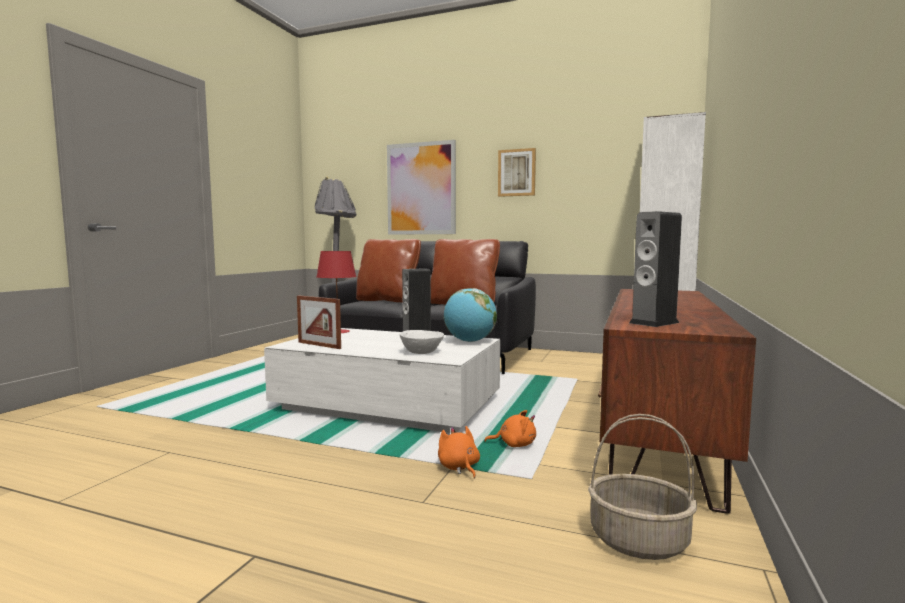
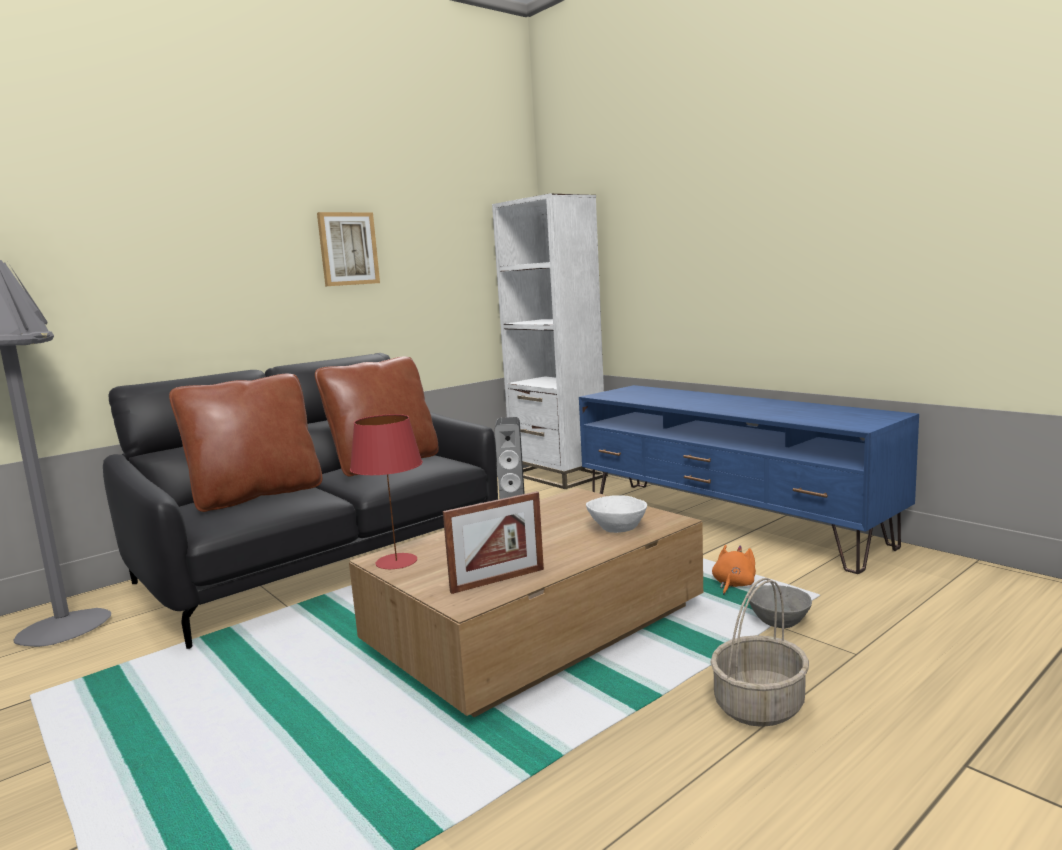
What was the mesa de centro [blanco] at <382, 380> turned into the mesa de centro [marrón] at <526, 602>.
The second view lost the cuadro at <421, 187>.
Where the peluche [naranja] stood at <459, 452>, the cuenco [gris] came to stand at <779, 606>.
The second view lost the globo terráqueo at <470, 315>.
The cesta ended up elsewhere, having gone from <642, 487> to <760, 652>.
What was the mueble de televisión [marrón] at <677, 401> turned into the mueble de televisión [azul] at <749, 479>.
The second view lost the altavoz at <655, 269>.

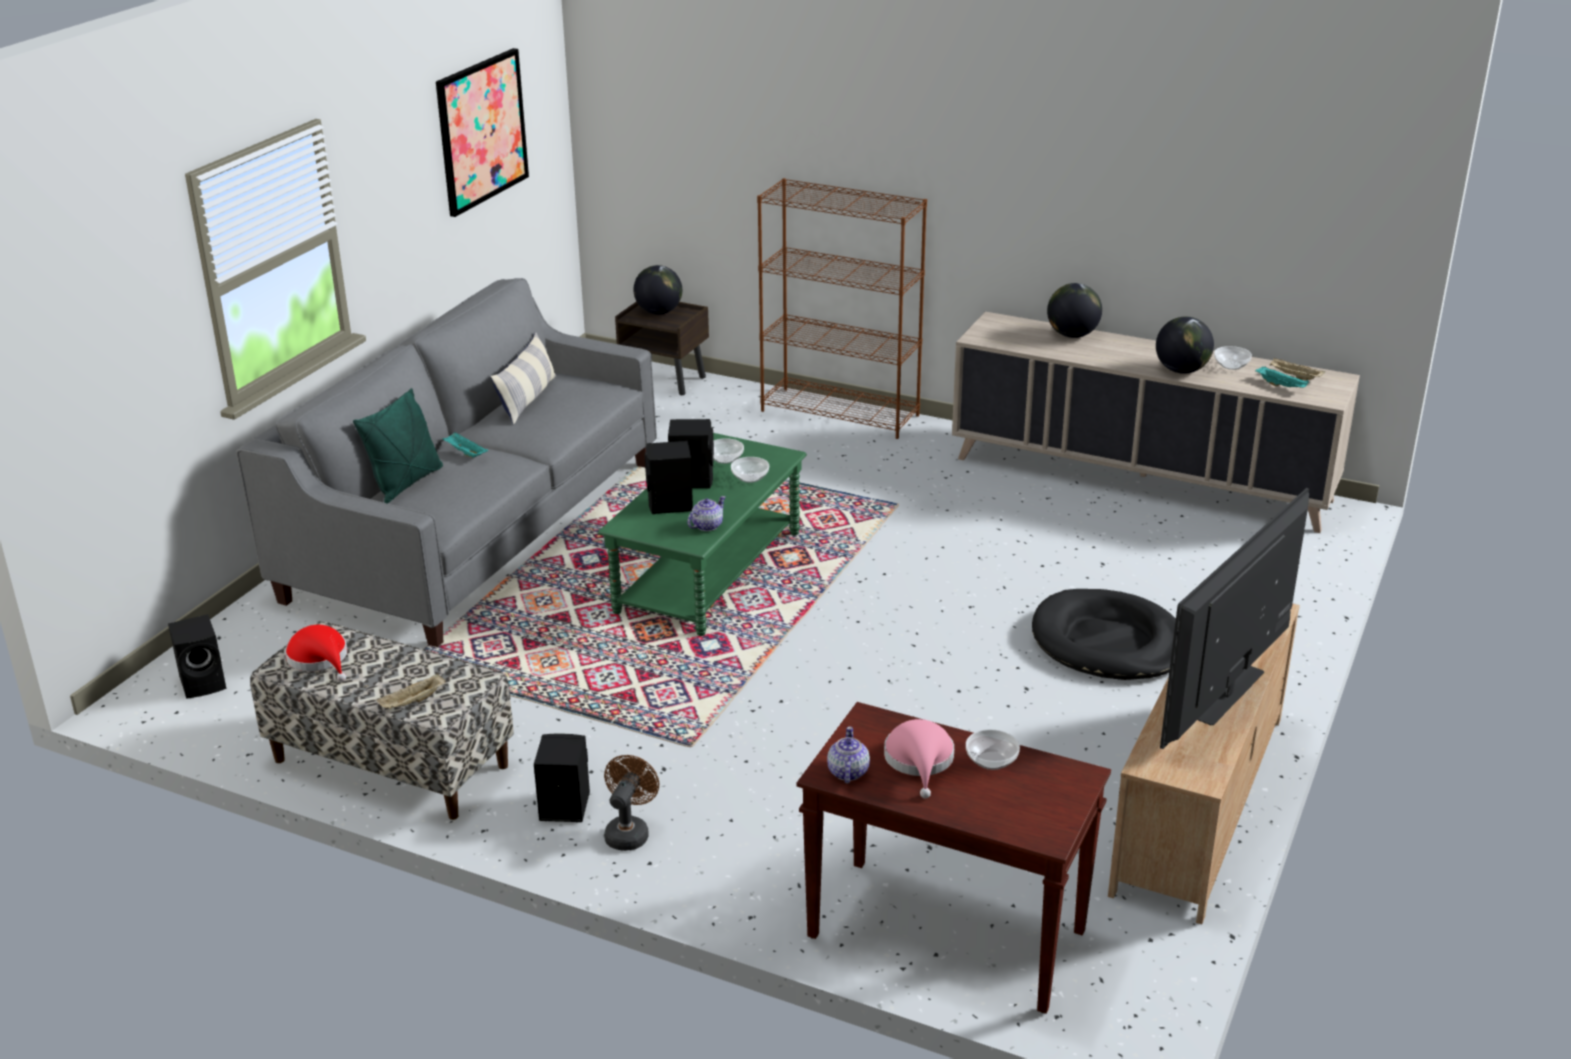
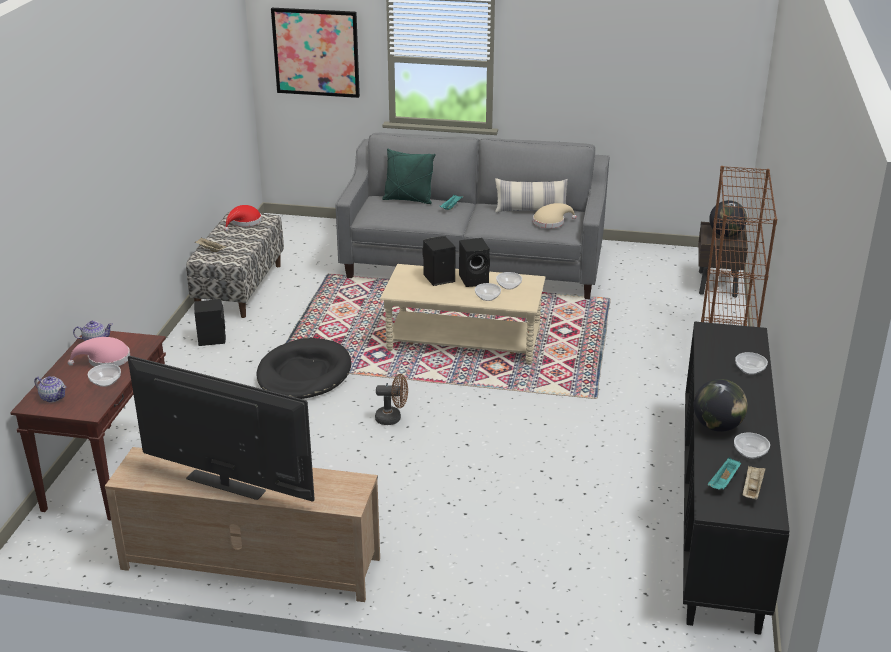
The second view lost the altavoz [negro] at <197, 656>.
The cuadro ended up elsewhere, having gone from <482, 132> to <315, 53>.
What was the mesa de centro [verde] at <702, 534> turned into the mesa de centro [beis] at <462, 314>.
The ventilador [marrón] ended up elsewhere, having gone from <631, 803> to <391, 399>.
The tetera ended up elsewhere, having gone from <706, 513> to <50, 389>.
What was the armario [beis] at <1156, 422> turned into the armario [negro] at <736, 478>.
The cama para perro [negro] ended up elsewhere, having gone from <1104, 634> to <304, 368>.
Where the globo terráqueo stood at <1074, 310>, the cuenco came to stand at <751, 363>.
The second view gained the sombrero [beis] at <555, 215>.

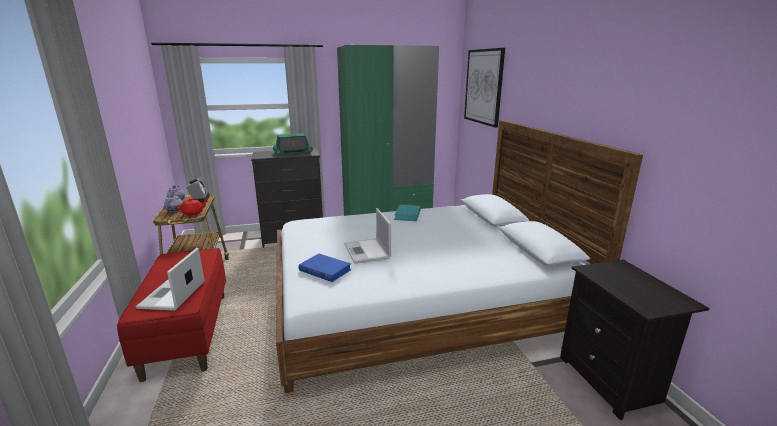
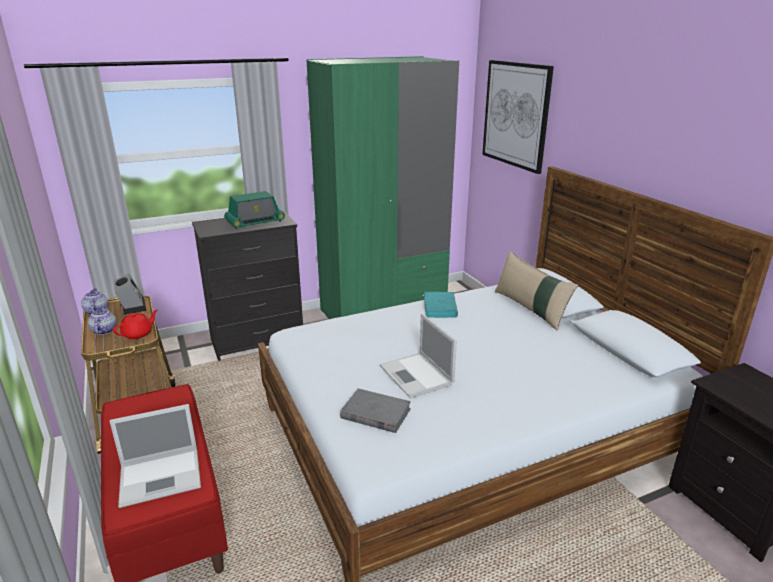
The portátil at <170, 279> ended up facing another way, 105 degrees counterclockwise from before.
What was the libro [azul] at <325, 268> turned into the libro [gris] at <375, 410>.
The second view gained the cojín [beis] at <536, 291>.

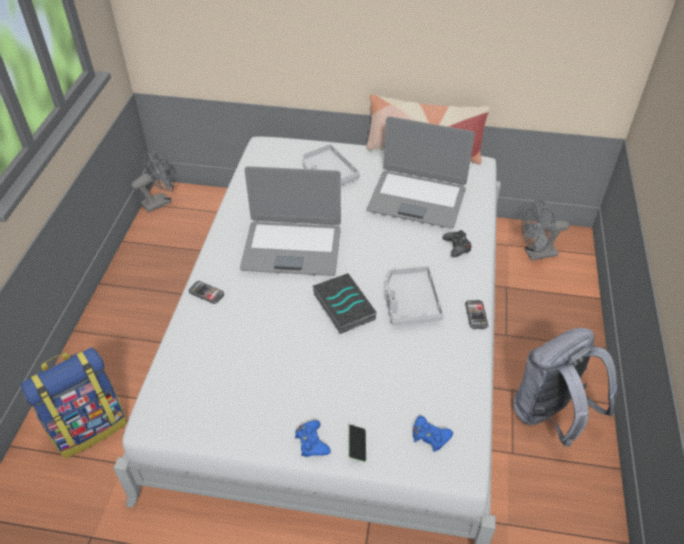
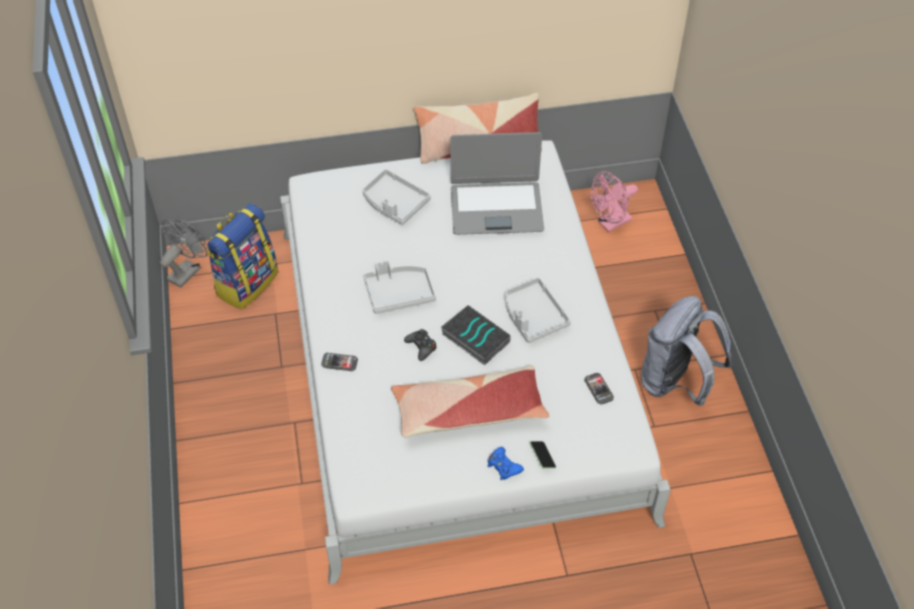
The mochila ended up elsewhere, having gone from <74, 403> to <242, 256>.
Where the portátil stood at <290, 221>, the bandeja [gris] came to stand at <399, 287>.
The second view lost the mando de consola [azul] at <433, 434>.
The mando de consola [negro] ended up elsewhere, having gone from <457, 243> to <420, 345>.
The móvil ended up elsewhere, having gone from <477, 314> to <599, 389>.
What was the ventilador [gris] at <545, 230> turned into the ventilador [rosa] at <614, 201>.
The second view gained the cojín at <470, 401>.

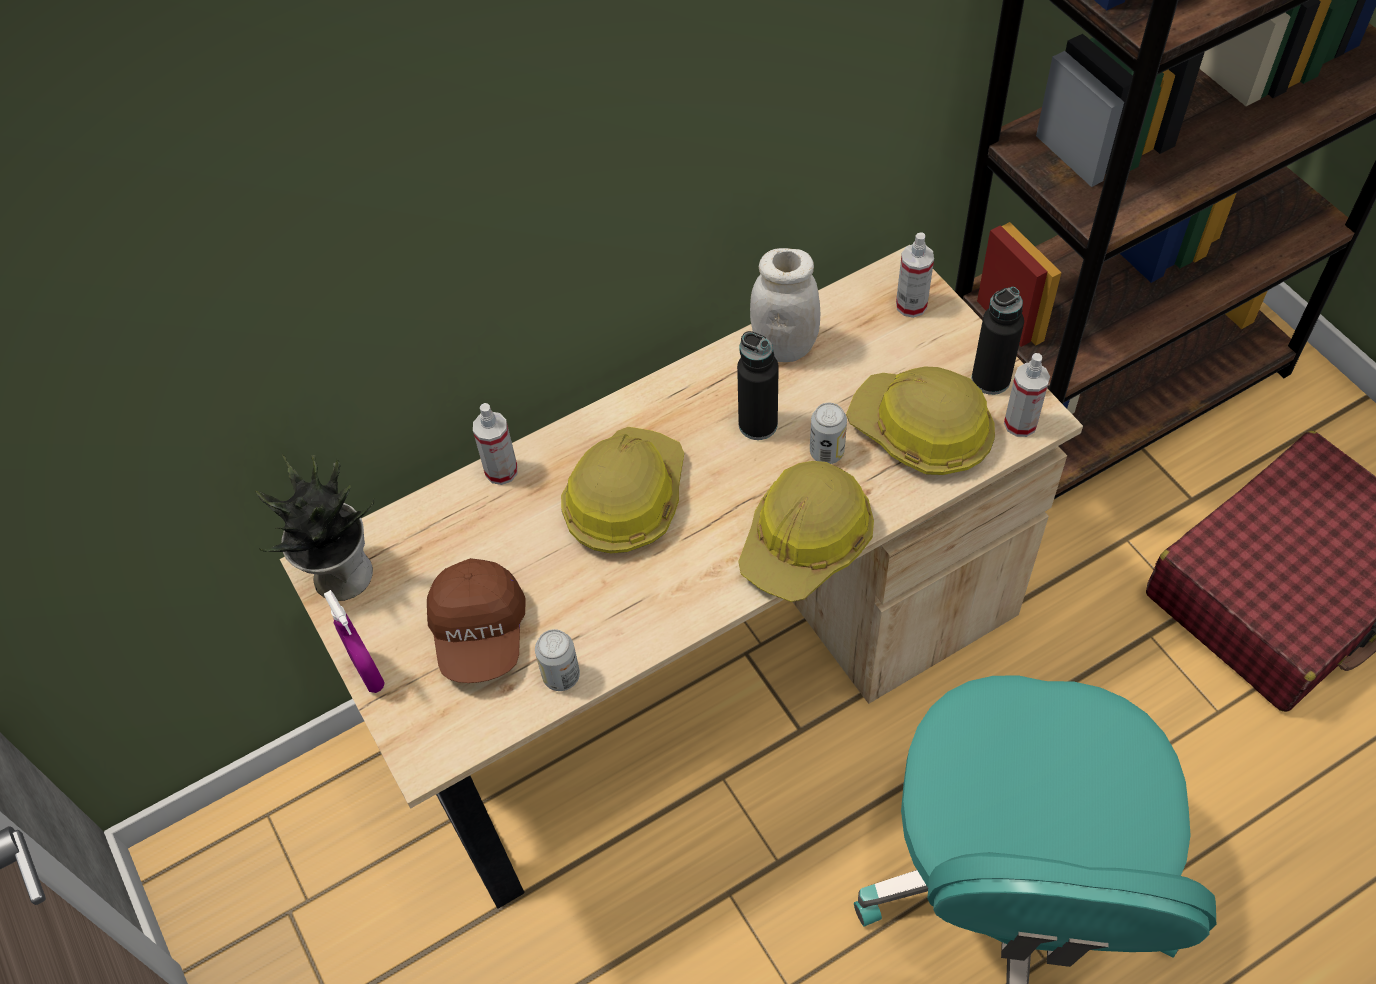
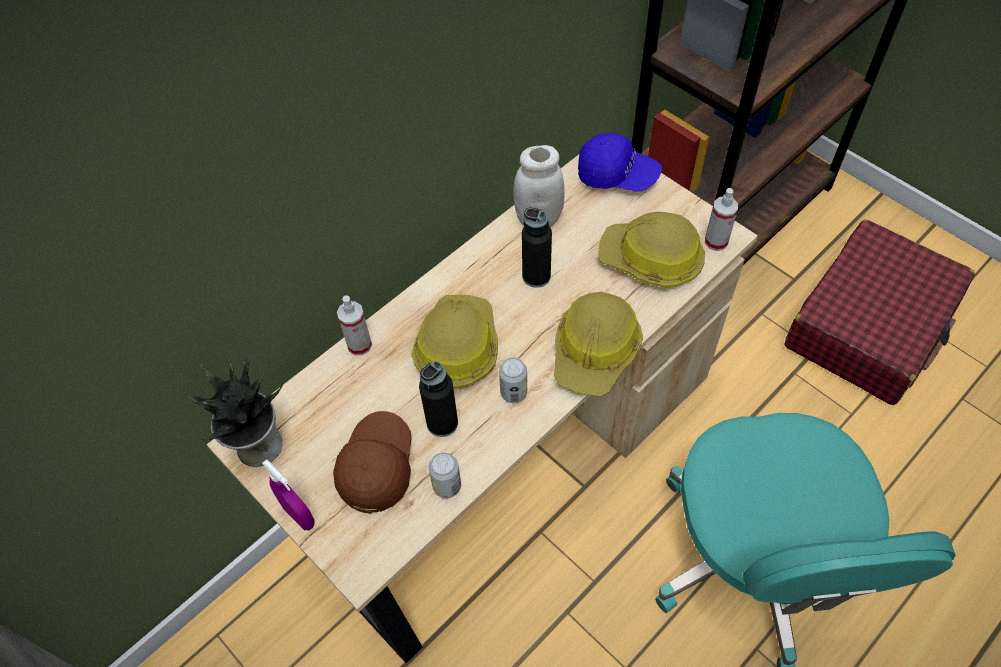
The gorra [marrón] at <476, 620> ended up facing another way, 150 degrees counterclockwise from before.
The lata ended up elsewhere, having gone from <828, 433> to <513, 380>.
Where the pulverizador stood at <915, 275>, the gorra [azul] came to stand at <620, 162>.
The botella [negro] ended up elsewhere, having gone from <998, 341> to <438, 399>.

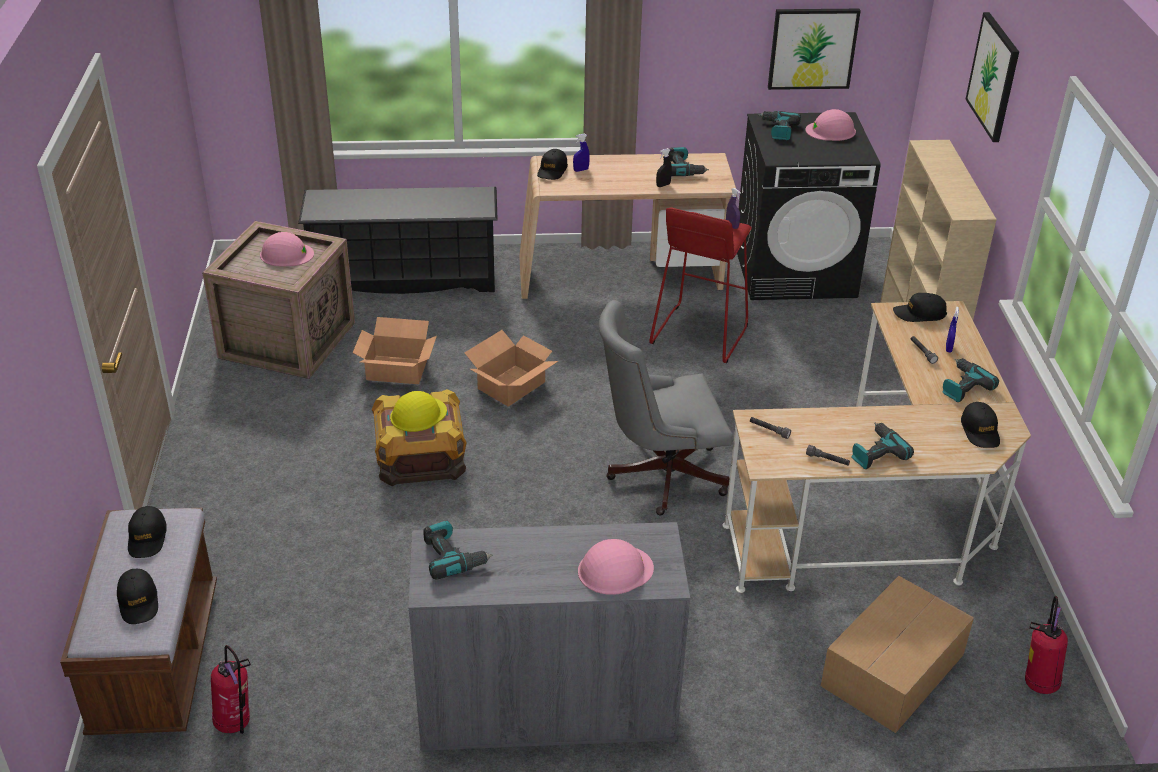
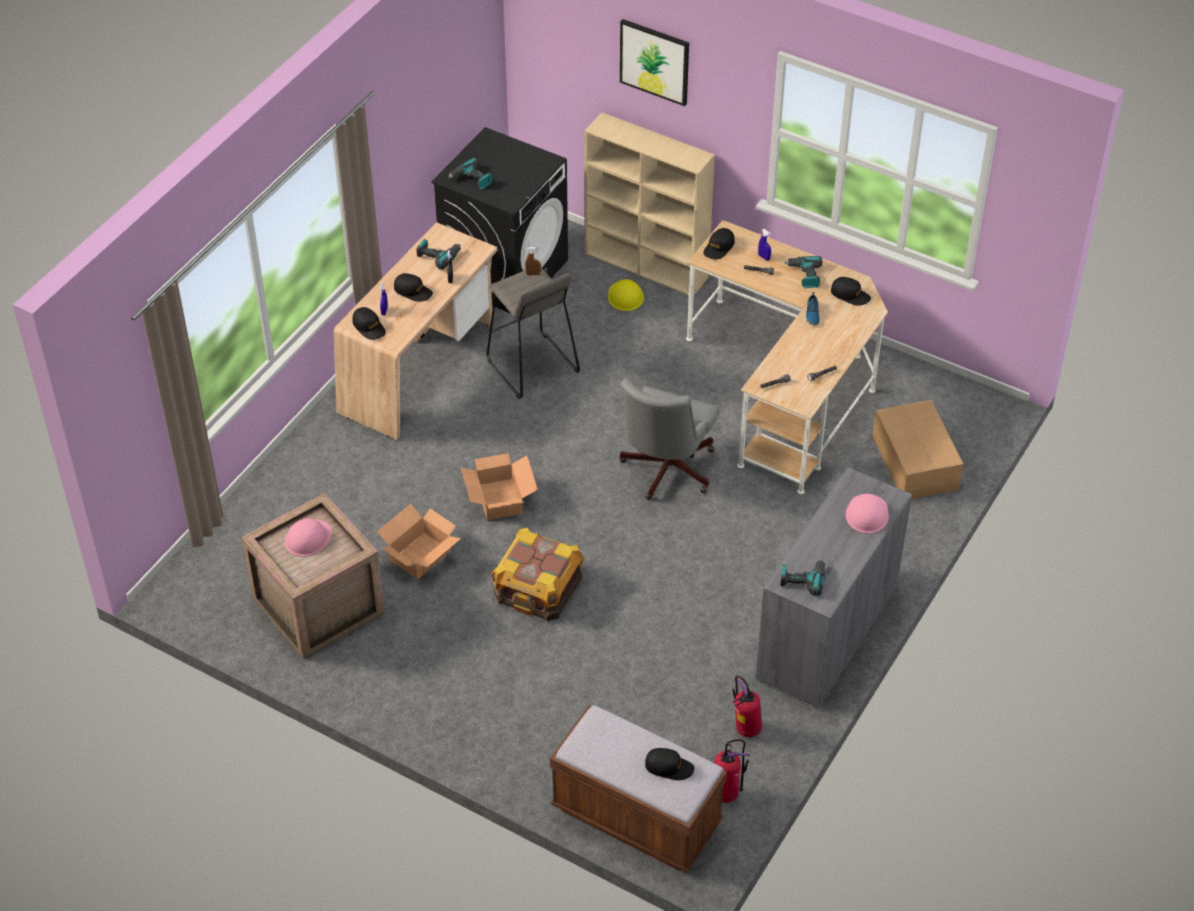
The gorra [negro] ended up elsewhere, having gone from <147, 532> to <413, 287>.
The second view lost the zapatero [negro] at <398, 240>.
The casco [amarillo] ended up elsewhere, having gone from <418, 411> to <626, 295>.
What was the taburete [rojo] at <700, 285> turned into the taburete [gris] at <533, 333>.
What was the pulverizador [morado] at <733, 208> turned into the pulverizador [marrón] at <533, 261>.
The second view lost the cuadro at <814, 49>.
The second view lost the casco [rosa] at <831, 125>.
The second view lost the taladro at <883, 446>.
The extintor ended up elsewhere, having gone from <1046, 645> to <747, 706>.
The second view gained the zapato at <812, 308>.

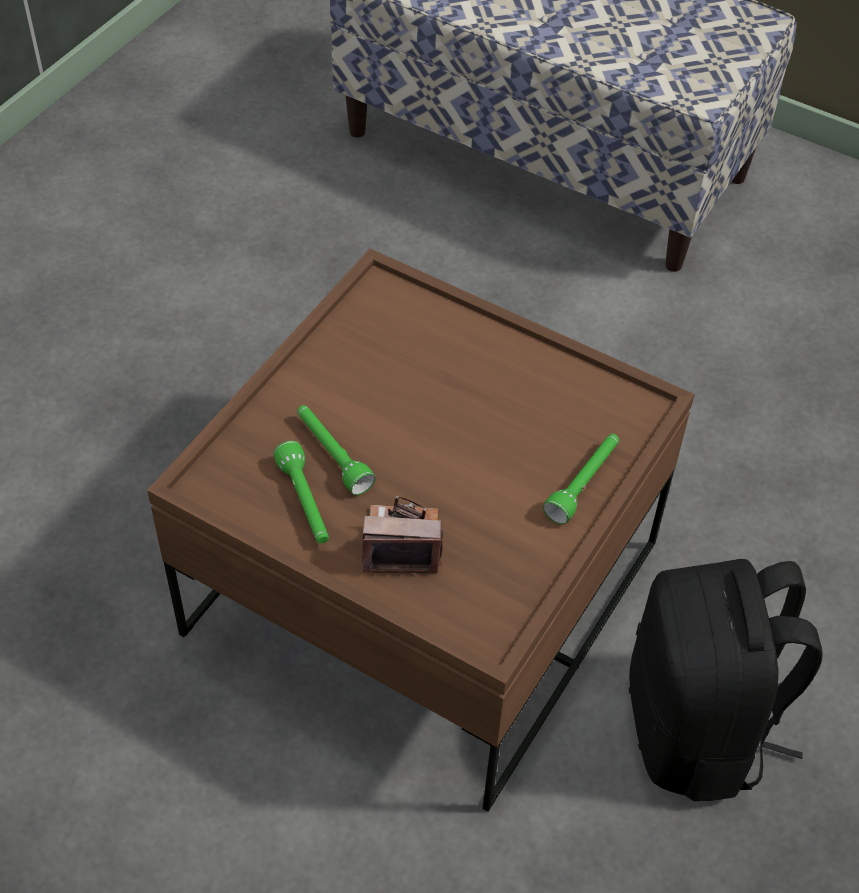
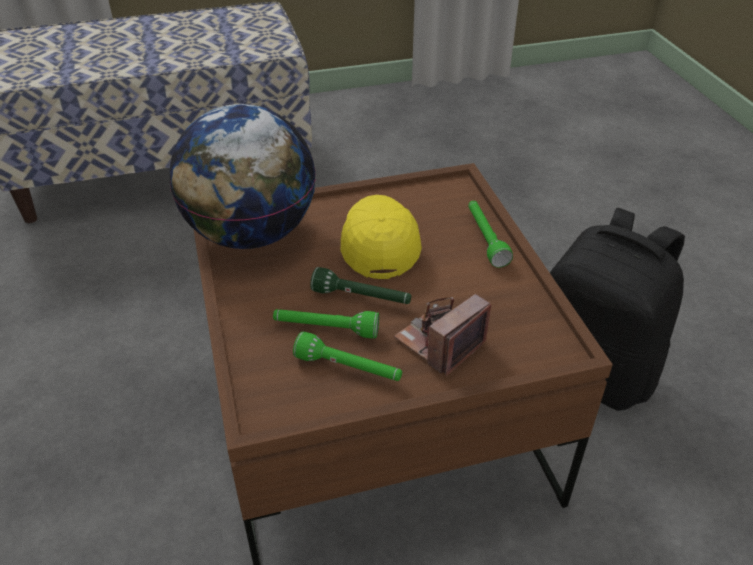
The second view gained the globo terráqueo at <242, 176>.
The second view gained the linterna [verde] at <360, 285>.
The second view gained the gorra [amarillo] at <381, 237>.

